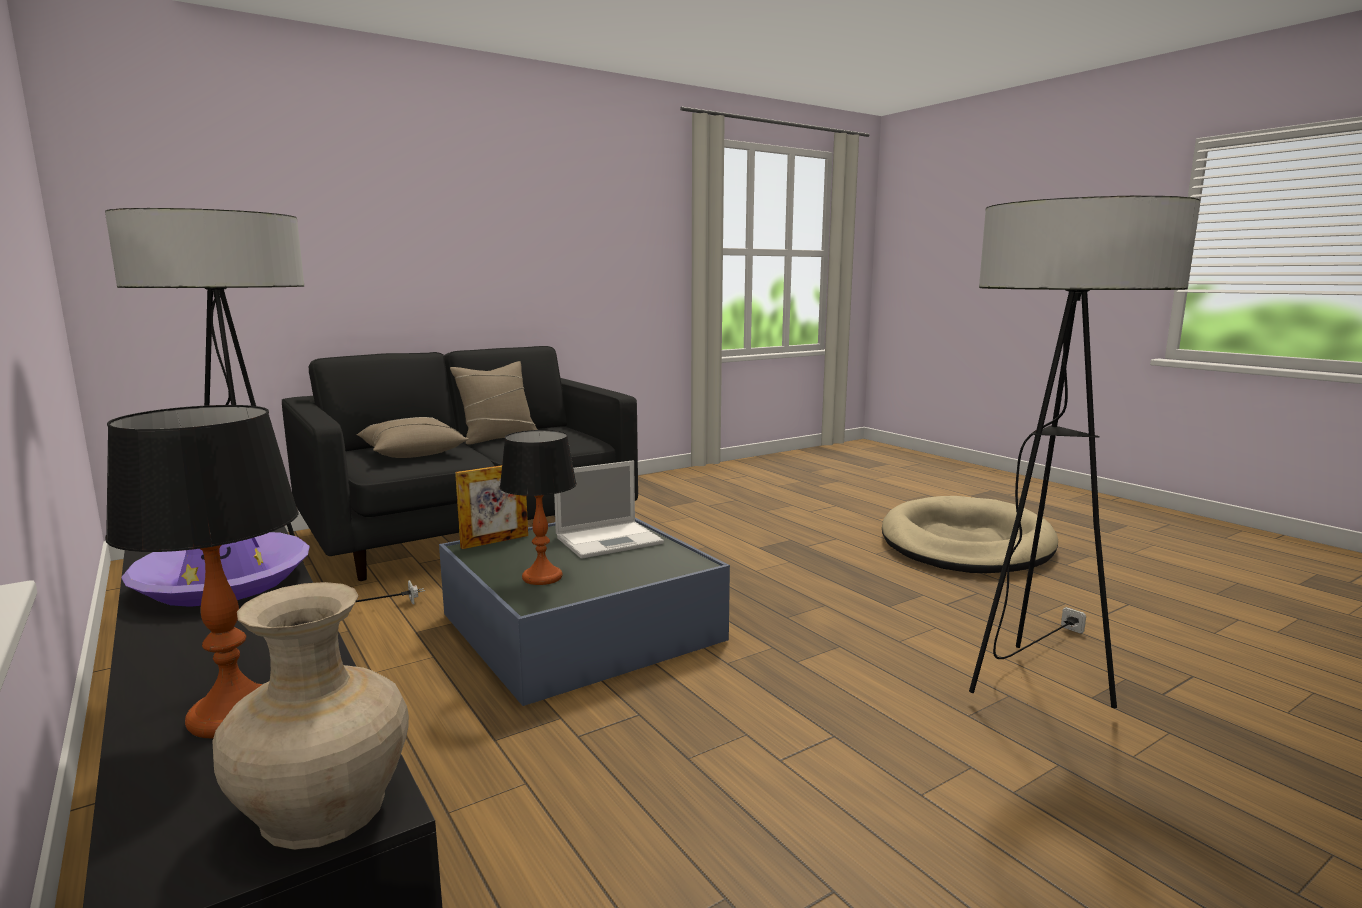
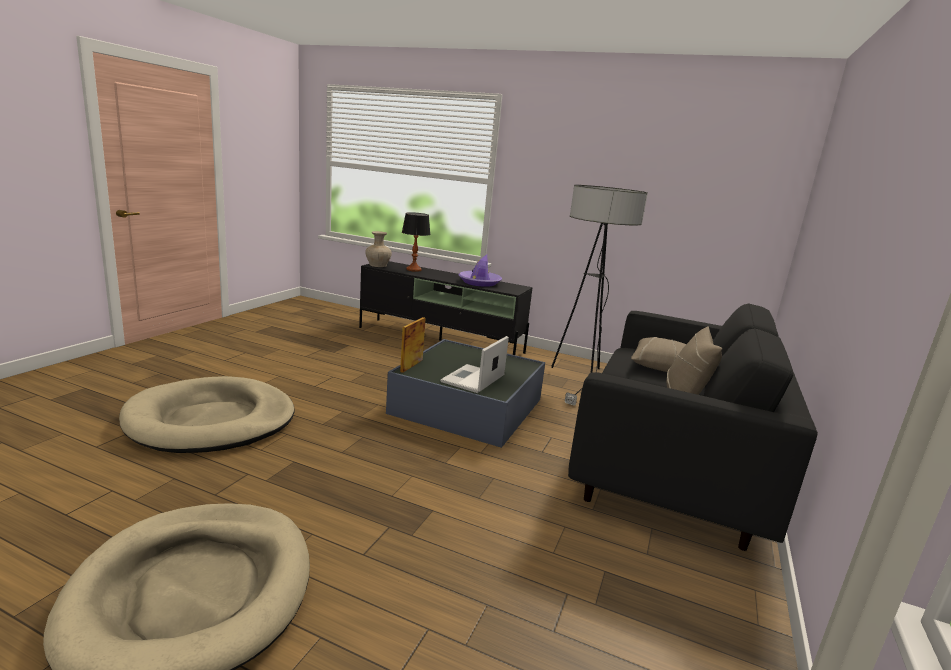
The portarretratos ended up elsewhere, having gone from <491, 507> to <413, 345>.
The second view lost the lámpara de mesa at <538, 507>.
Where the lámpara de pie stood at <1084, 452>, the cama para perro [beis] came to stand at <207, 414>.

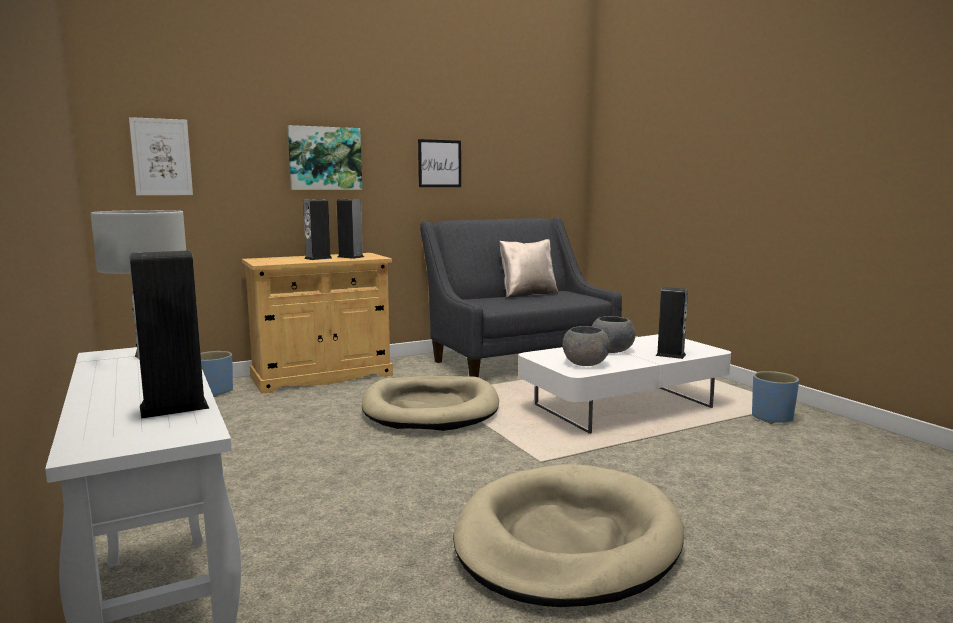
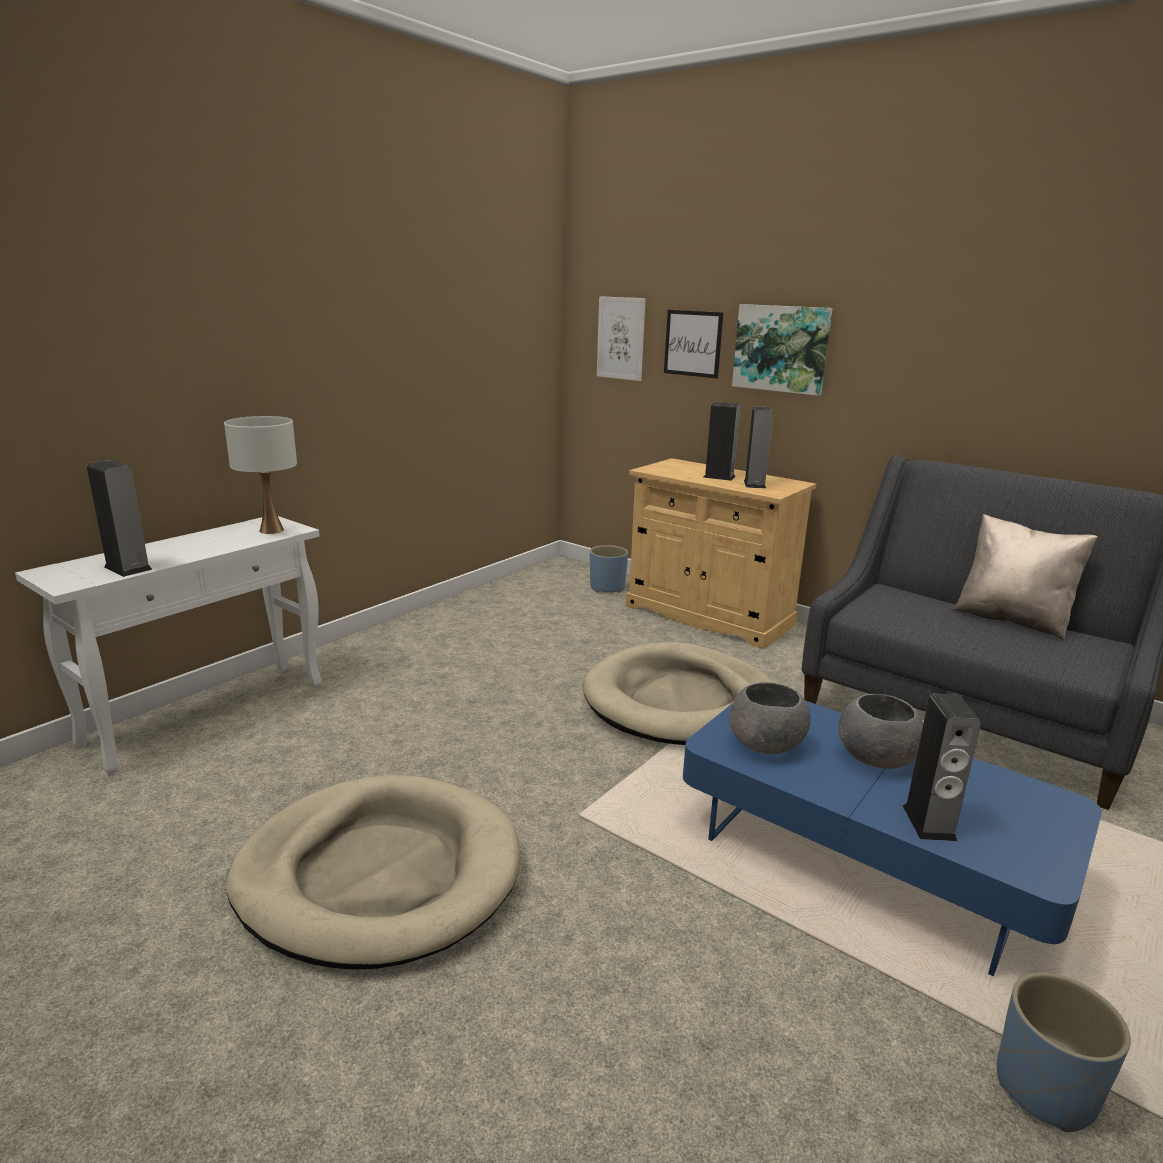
The cuadro ended up elsewhere, having gone from <439, 163> to <693, 344>.
What was the mesa de centro [blanco] at <625, 384> turned into the mesa de centro [azul] at <892, 839>.

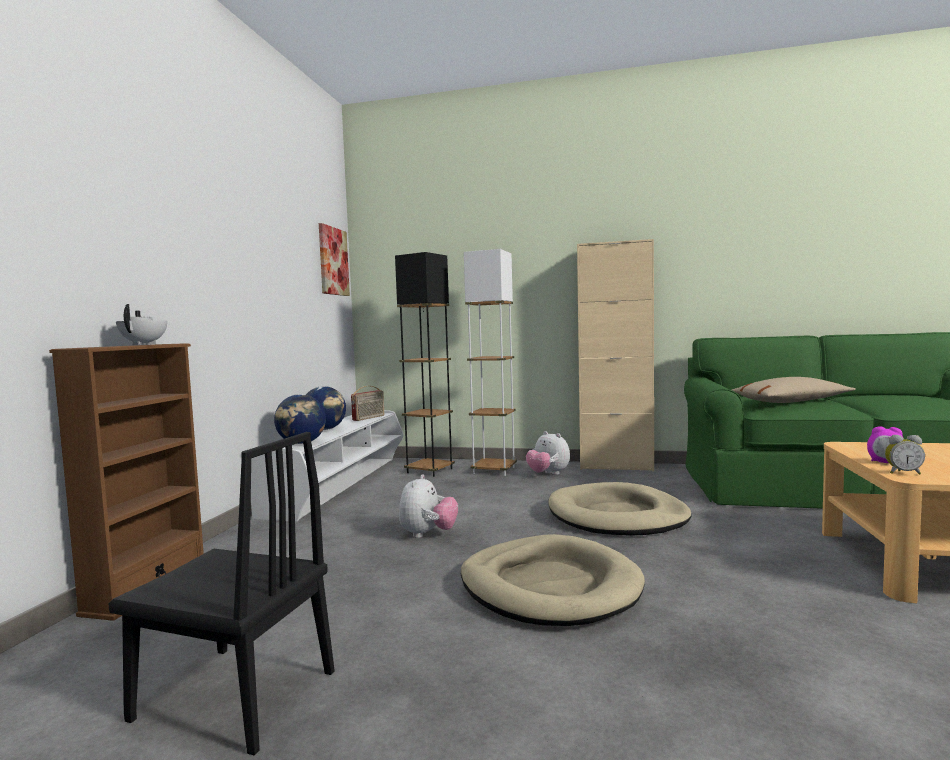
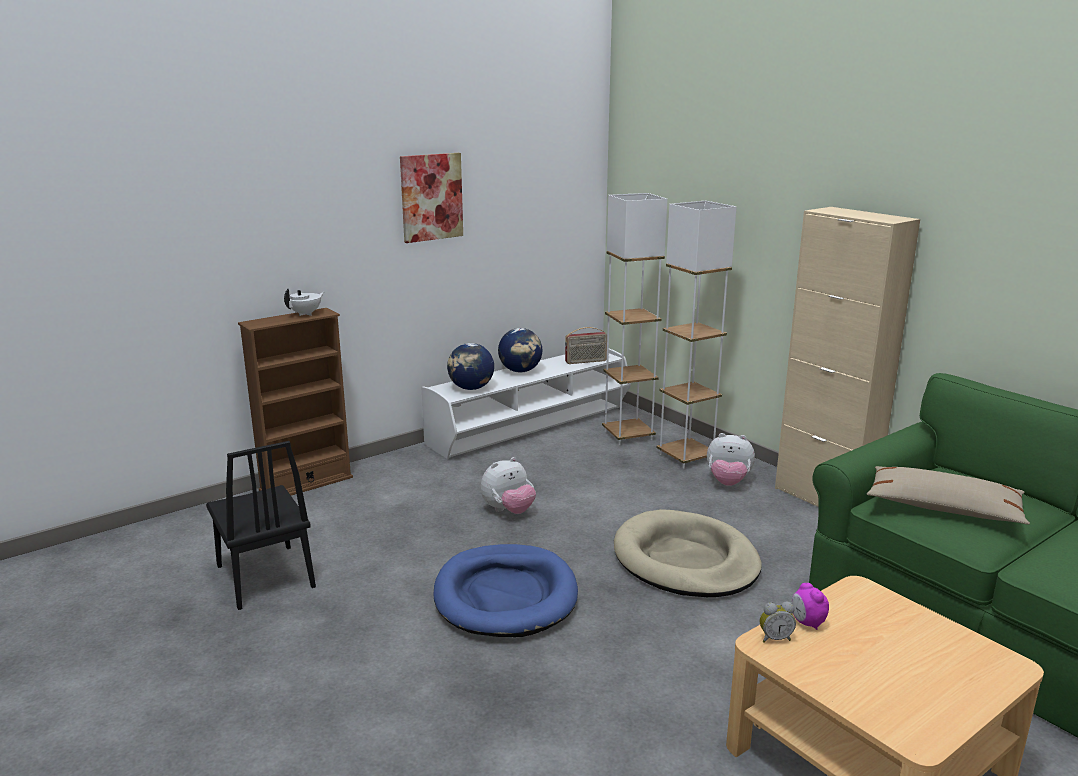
The cuadro ended up elsewhere, having gone from <334, 259> to <431, 198>.
What was the lámpara de pie [negro] at <425, 364> turned into the lámpara de pie [blanco] at <634, 319>.
What was the cama para perro [beis] at <553, 580> turned into the cama para perro [azul] at <505, 590>.
The peluche at <548, 453> ended up facing another way, 75 degrees counterclockwise from before.
The despertador at <905, 455> ended up facing another way, 60 degrees counterclockwise from before.

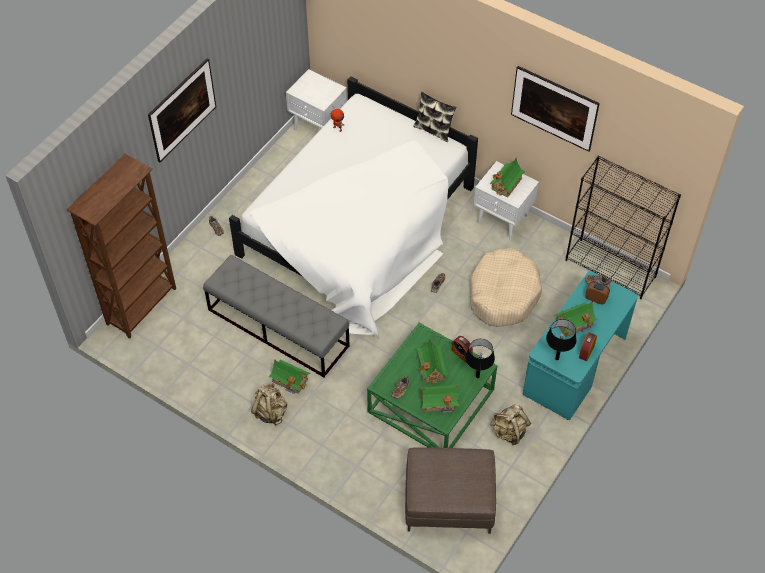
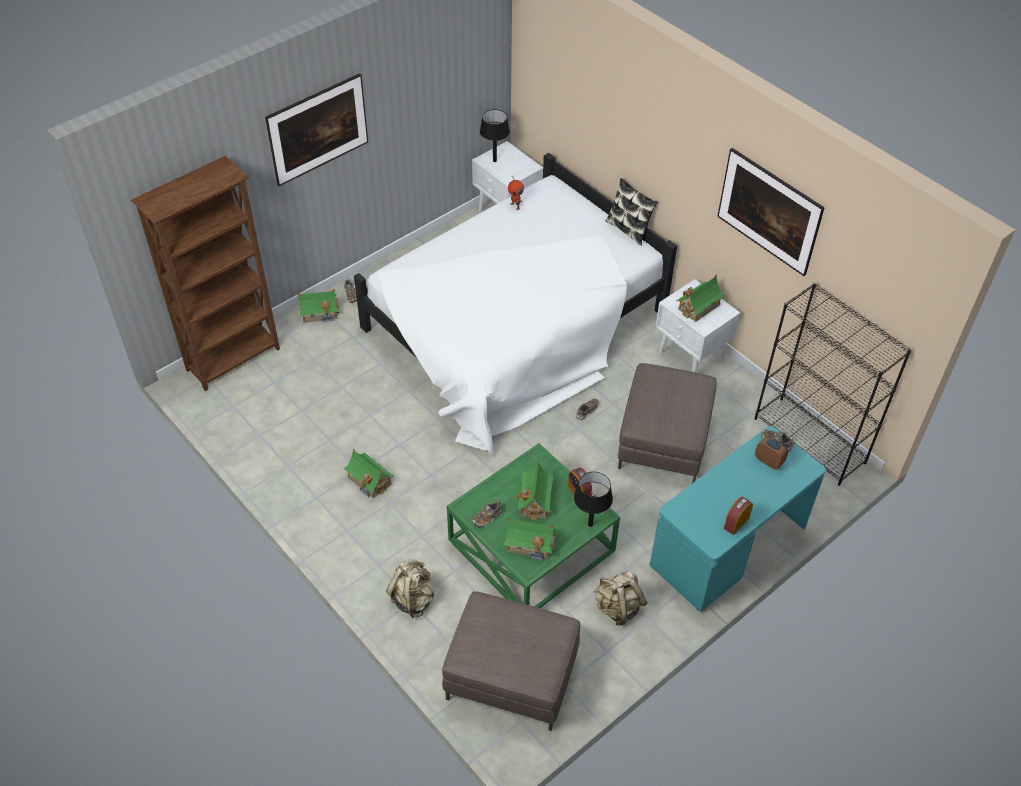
The second view lost the banco [gris] at <276, 316>.
The mochila [beis] ended up elsewhere, having gone from <269, 404> to <410, 589>.
Where the cama para perro [beis] stood at <506, 287>, the puf [marrón] came to stand at <667, 423>.
The lámpara de mesa [negro] ended up elsewhere, having gone from <561, 339> to <495, 135>.
The casita ended up elsewhere, having gone from <575, 319> to <318, 306>.

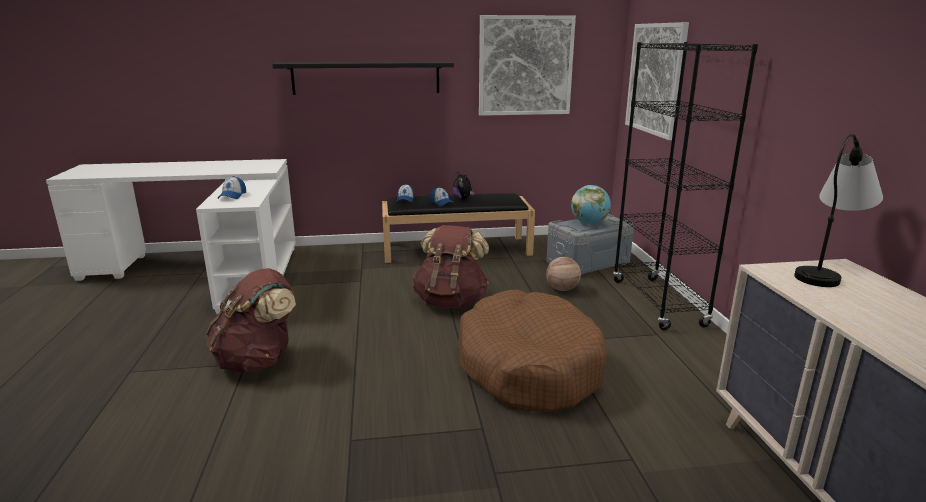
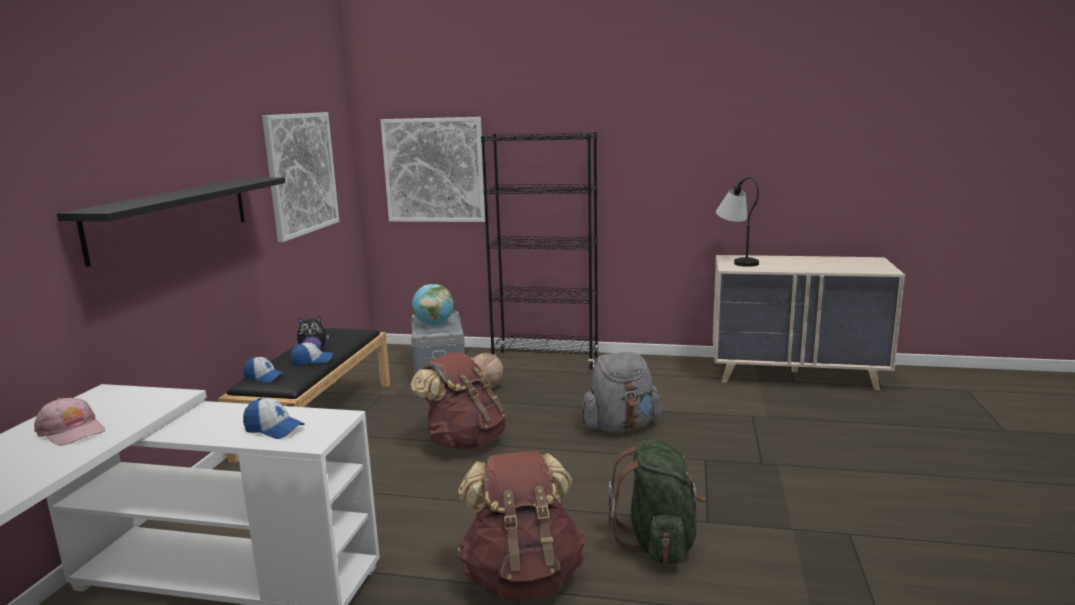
Where the cama para perro [marrón] stood at <532, 351>, the mochila [gris] came to stand at <621, 392>.
The second view gained the gorra [rosa] at <69, 422>.
The second view gained the mochila [verde] at <657, 502>.

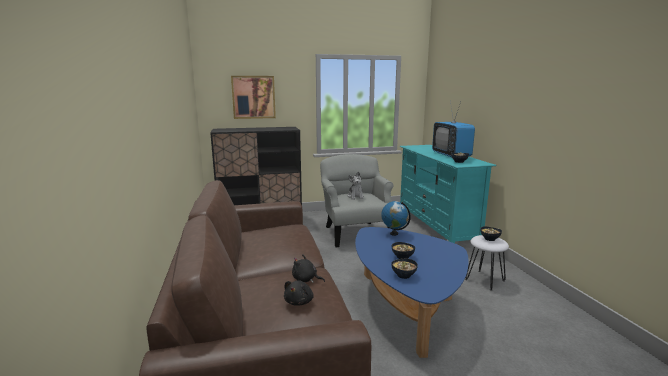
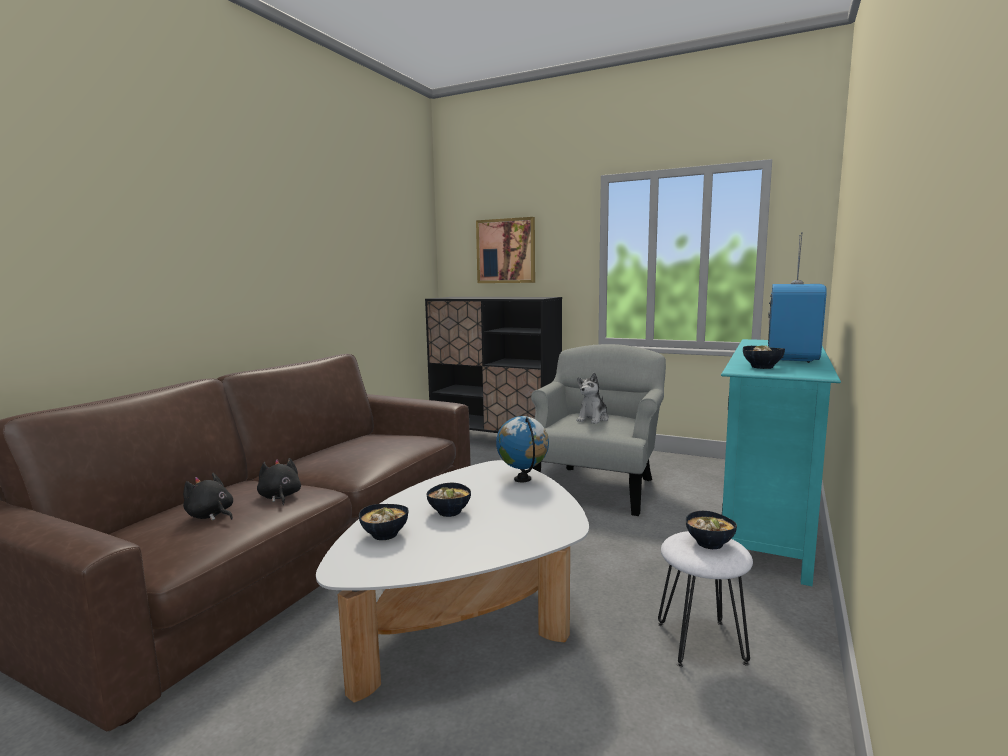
The peluche [negro] at <299, 293> ended up facing another way, 60 degrees clockwise from before.
What was the mesa de centro [azul] at <412, 292> turned into the mesa de centro [blanco] at <452, 581>.

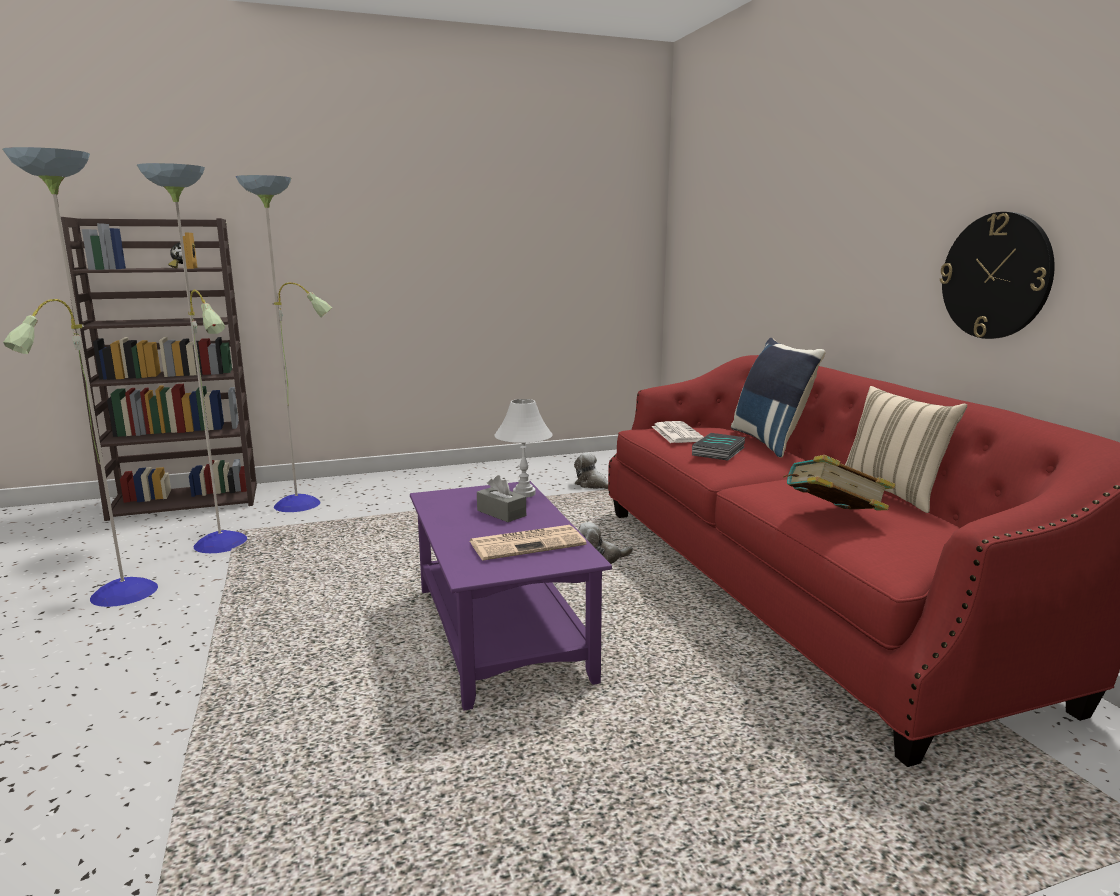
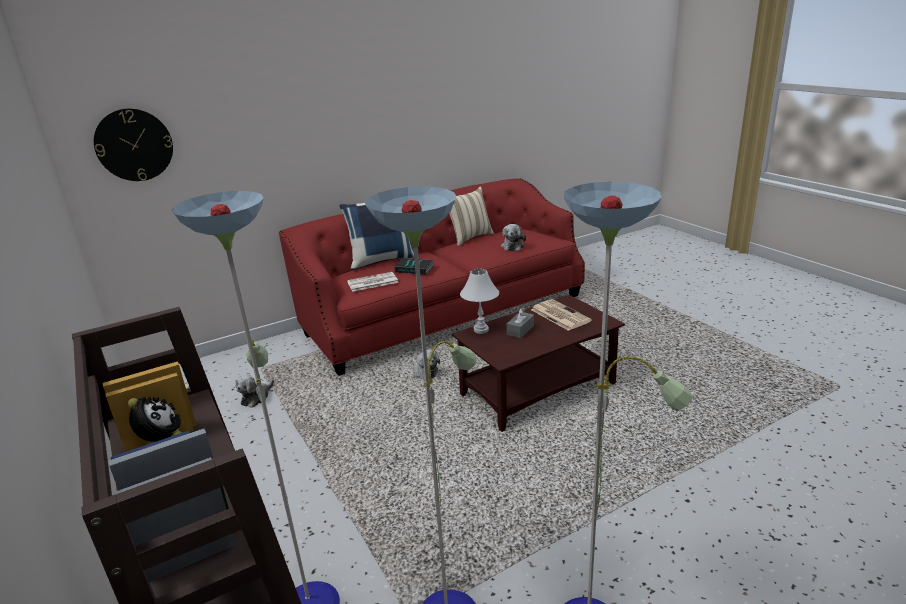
What was the mesa de centro [morado] at <511, 596> turned into the mesa de centro [marrón] at <538, 363>.
Where the libro stood at <839, 483>, the peluche came to stand at <513, 237>.
The reloj de pared ended up elsewhere, having gone from <997, 275> to <133, 145>.

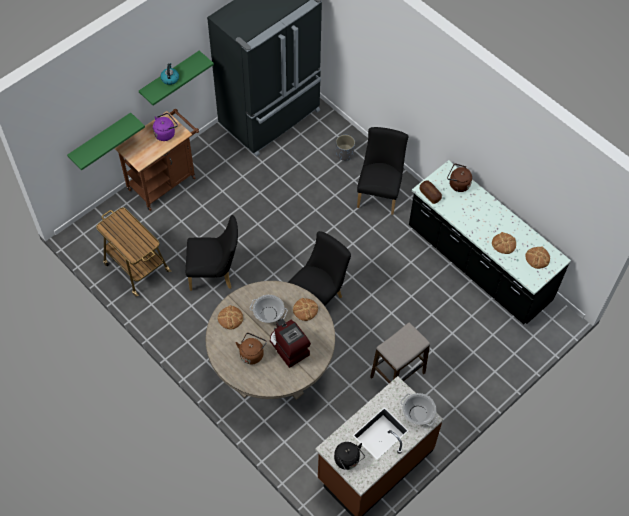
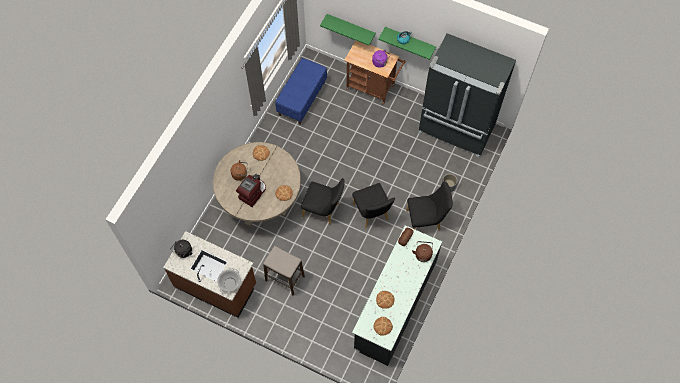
Where the carrito stood at <133, 252>, the banco [azul] came to stand at <301, 91>.
The silla [negro] ended up elsewhere, having gone from <212, 253> to <373, 205>.
The second view lost the olla at <269, 309>.

